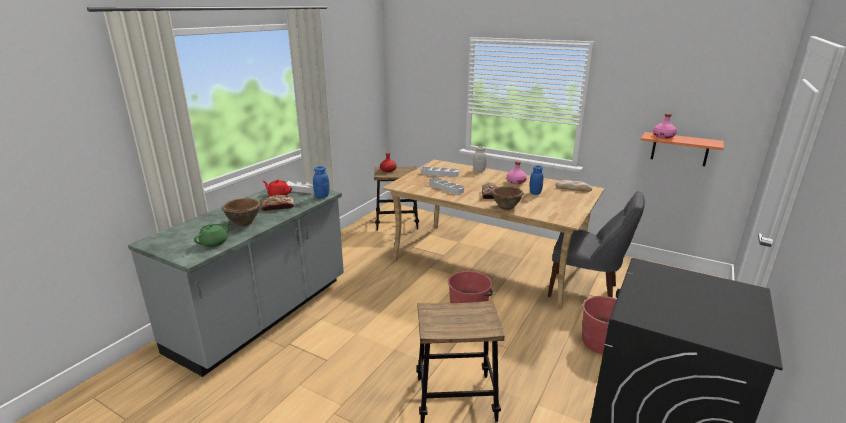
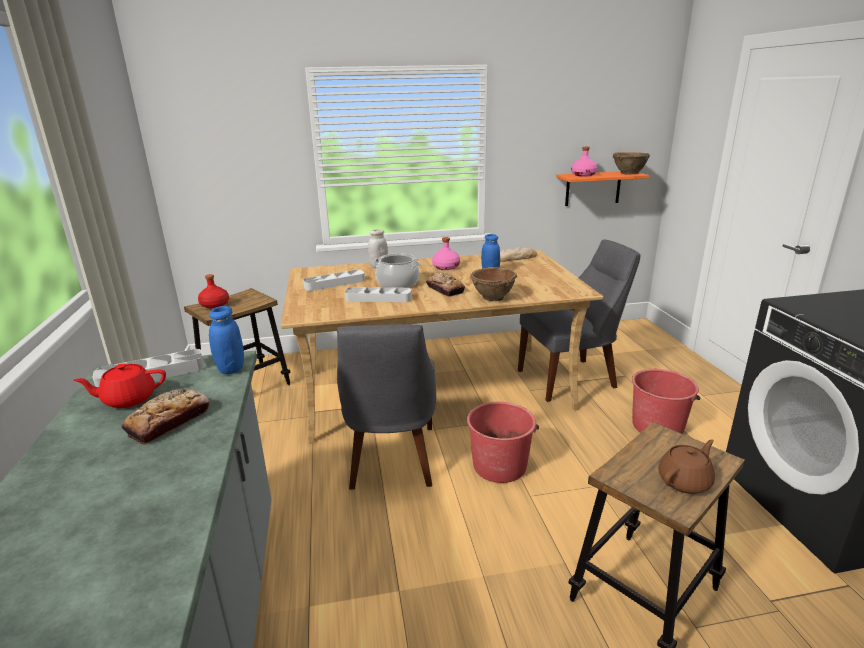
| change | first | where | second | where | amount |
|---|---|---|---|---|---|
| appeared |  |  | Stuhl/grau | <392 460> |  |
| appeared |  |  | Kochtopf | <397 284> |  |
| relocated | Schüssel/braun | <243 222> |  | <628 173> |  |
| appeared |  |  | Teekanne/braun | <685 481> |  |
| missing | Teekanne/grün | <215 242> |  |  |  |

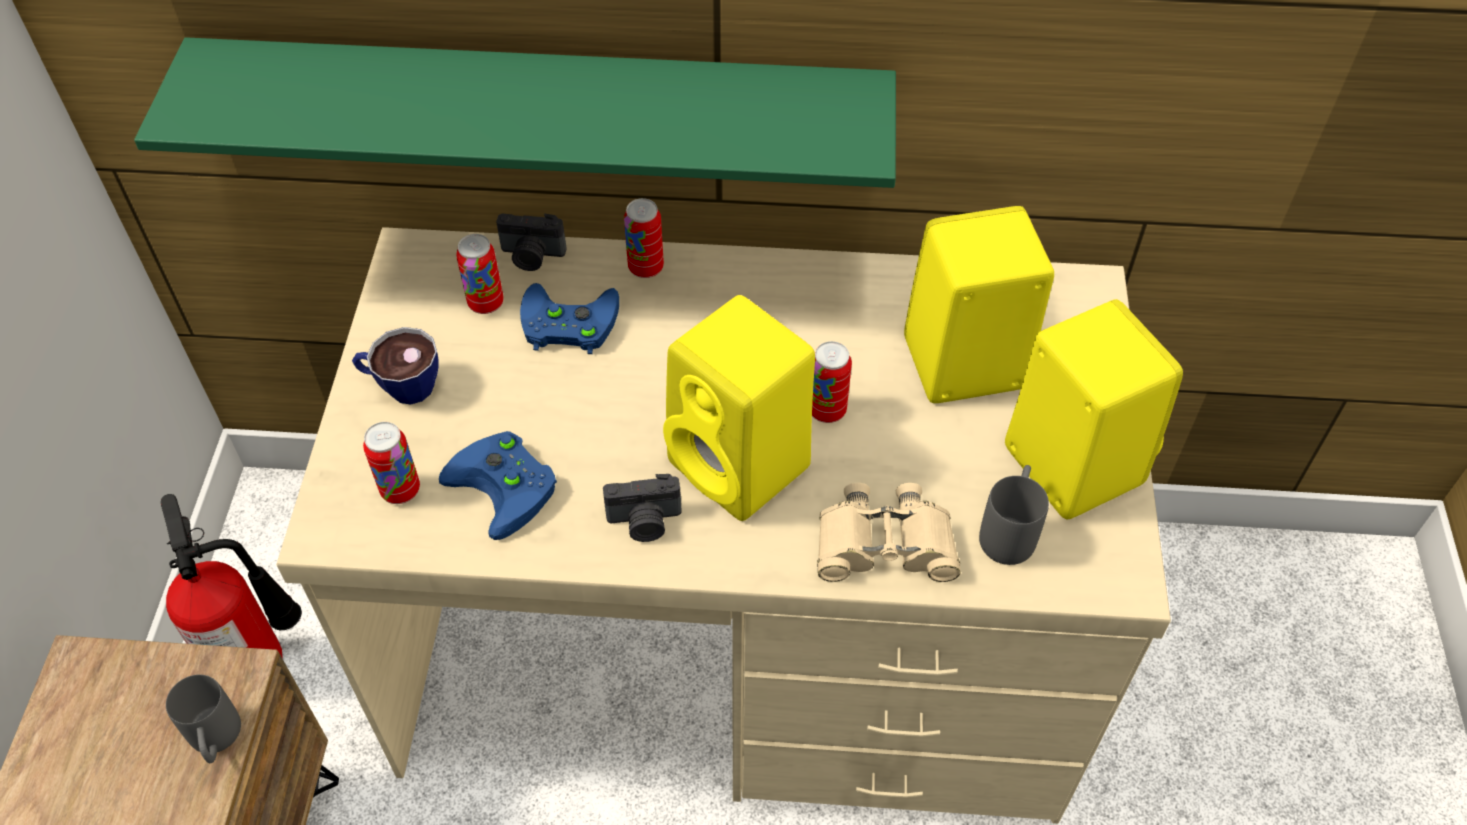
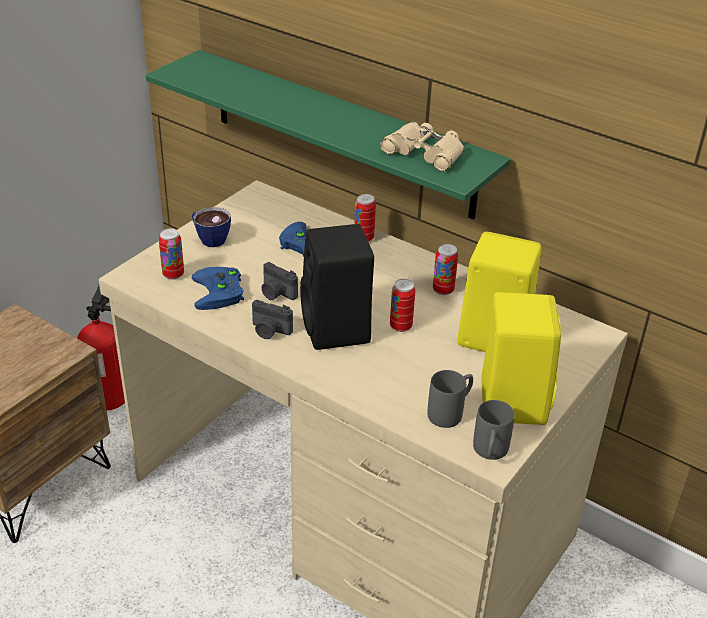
| change | first | where | second | where | amount |
|---|---|---|---|---|---|
| relocated | Kamera | <532 256> |  | <276 293> |  |
| colour | Lautsprecher/gelb | <743 466> | Lautsprecher/schwarz | <337 330> |  |
| relocated | Fernglas/beige | <884 544> |  | <424 153> |  |
| relocated | Dose | <486 303> |  | <443 290> |  |
| relocated | Henkelbecher/grau | <216 741> |  | <489 453> |  |

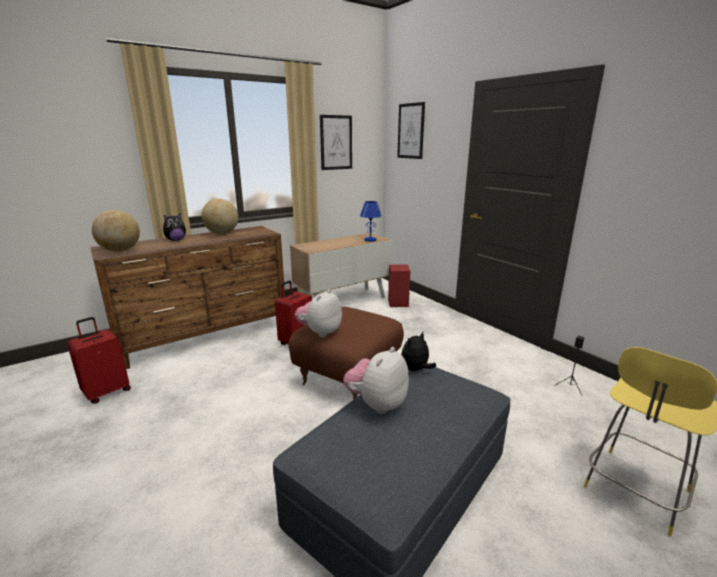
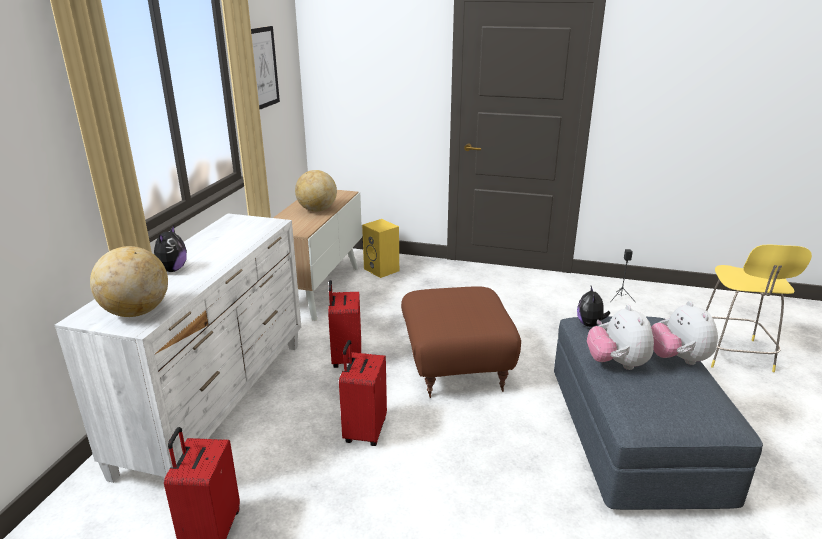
| change | first | where | second | where | amount |
|---|---|---|---|---|---|
| colour | Kommode/braun | <206 337> | Kommode/weiß | <219 403> |  |
| relocated | Globus | <222 233> |  | <317 210> |  |
| appeared |  |  | Koffer/rot | <364 431> |  |
| colour | Lautsprecher/rot | <398 303> | Lautsprecher/gelb | <382 270> |  |
| relocated | Plüschtier | <320 332> |  | <678 359> |  |
| missing | Tischlampe/blau | <370 240> |  |  |  |
| missing | Bild | <410 131> |  |  |  |

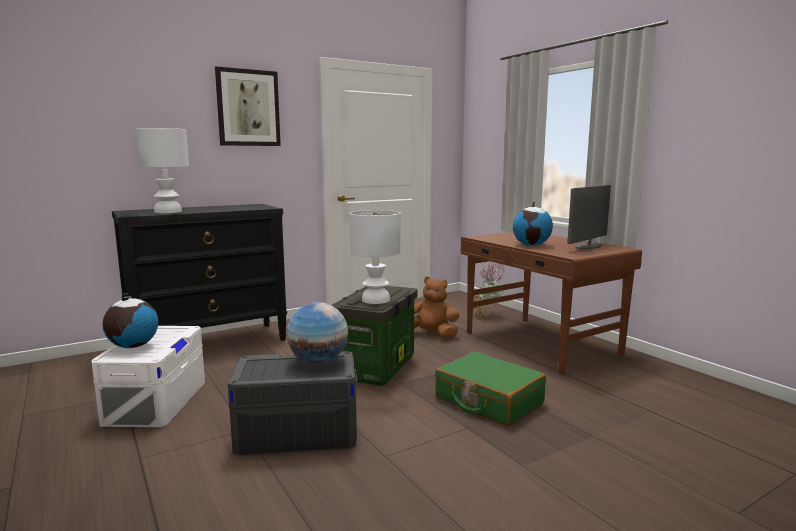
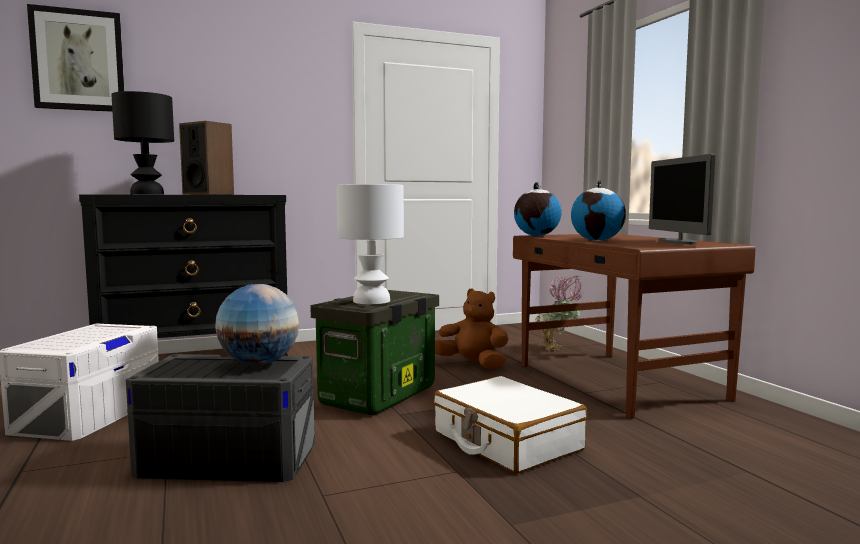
| change | first | where | second | where | amount |
|---|---|---|---|---|---|
| relocated | Bild | <248 108> |  | <78 60> |  |
| colour | Tischlampe/weiß | <168 211> | Tischlampe/schwarz | <147 194> |  |
| appeared |  |  | Lautsprecher | <208 194> |  |
| colour | Koffer/grün | <488 401> | Koffer/weiß | <506 441> |  |
| relocated | Globus | <132 346> |  | <536 235> |  |
| spun | Monitor | <588 246> |  | <677 242> | 60 degrees counterclockwise |

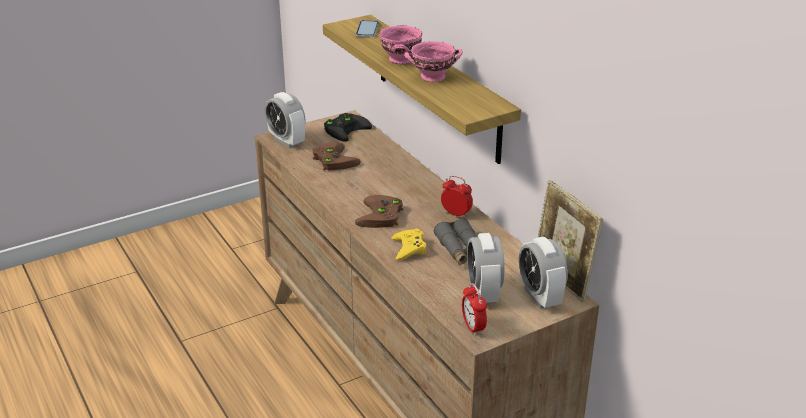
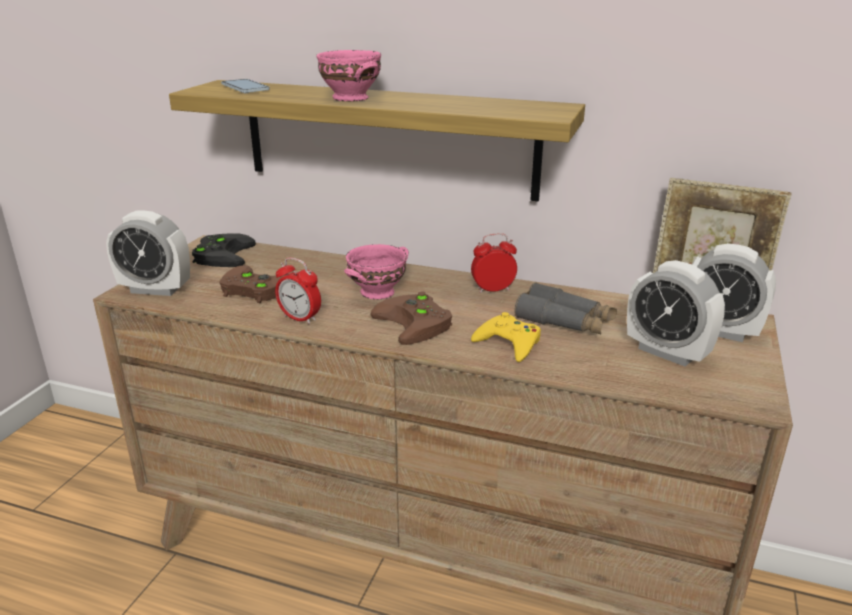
| change | first | where | second | where | amount |
|---|---|---|---|---|---|
| relocated | Wecker | <473 327> |  | <300 318> |  |
| relocated | Schüssel/rosa | <434 77> |  | <379 292> |  |

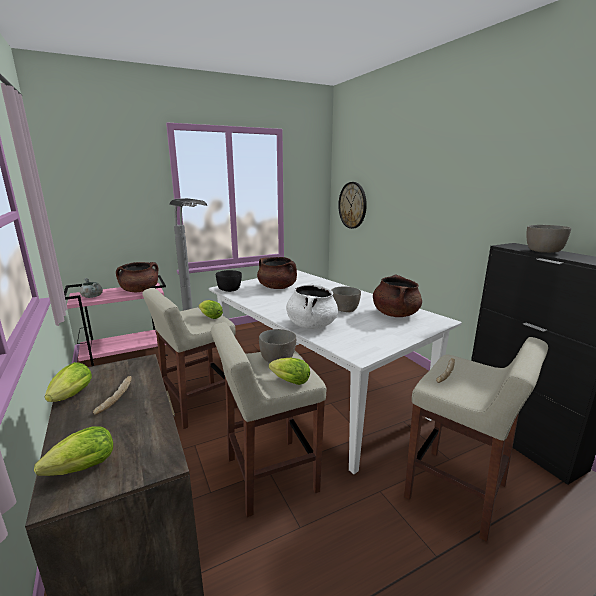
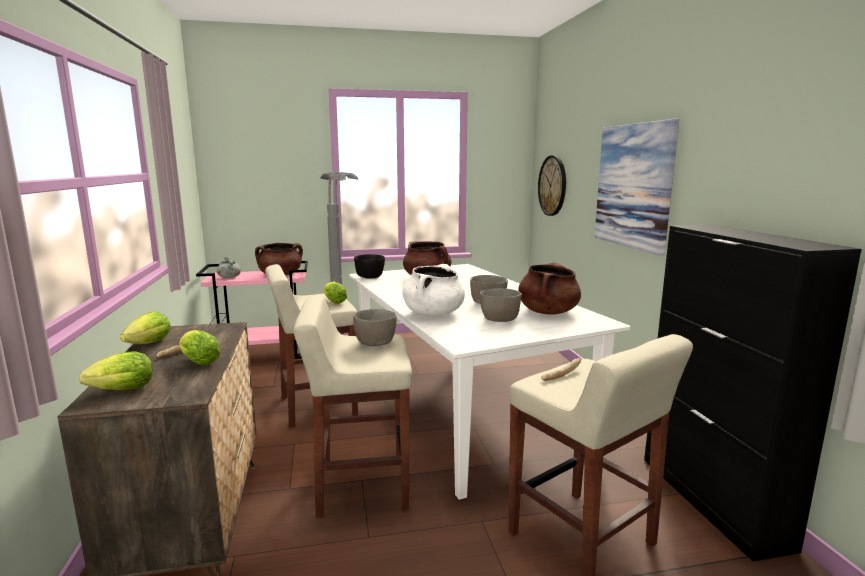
| change | first | where | second | where | amount |
|---|---|---|---|---|---|
| relocated | Salatkopf | <288 381> |  | <198 361> |  |
| relocated | Schüssel/grau | <543 251> |  | <499 319> |  |
| appeared |  |  | Bild | <633 186> |  |

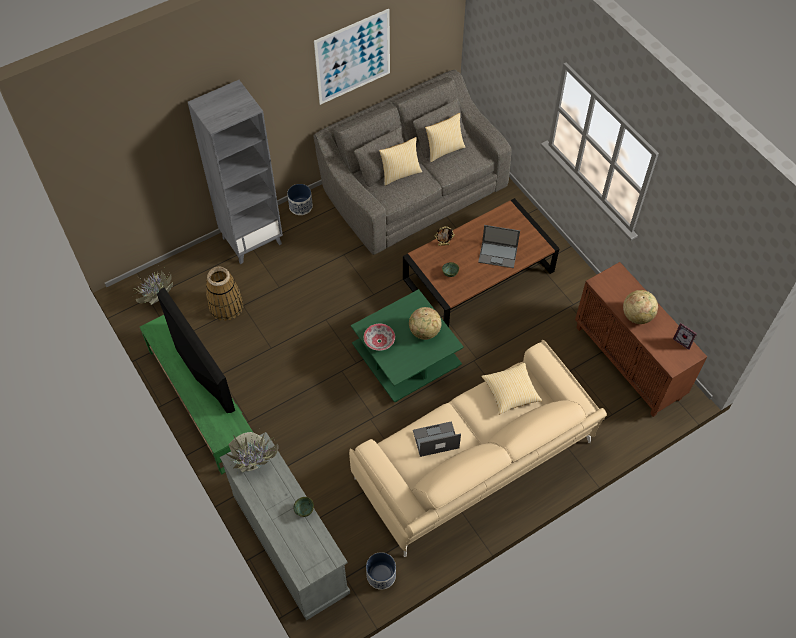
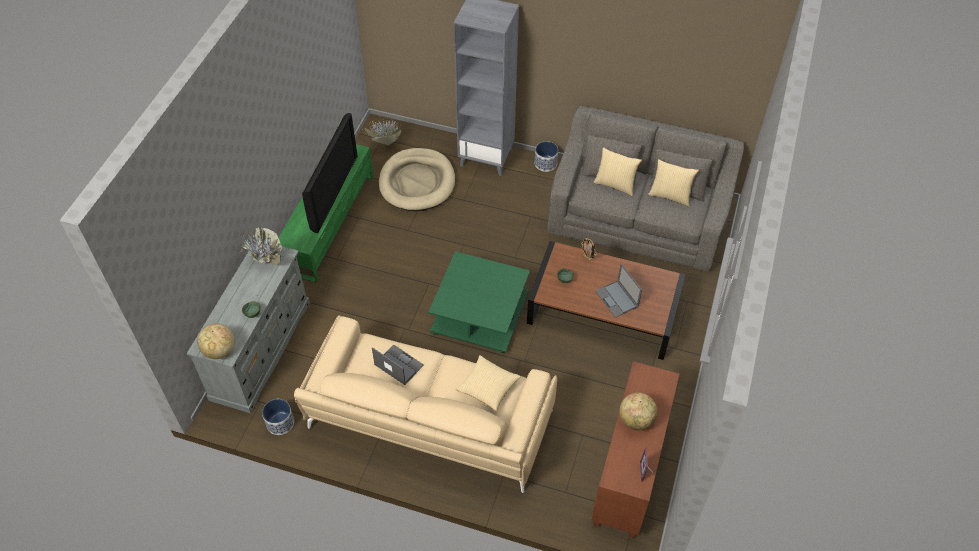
| change | first | where | second | where | amount |
|---|---|---|---|---|---|
| relocated | Globus | <424 332> |  | <219 351> |  |
| exchanged | Korb | <226 306> | Hundebett/beige | <417 182> |  |
| missing | Bild | <353 57> |  |  |  |
| missing | Schüssel | <379 341> |  |  |  |

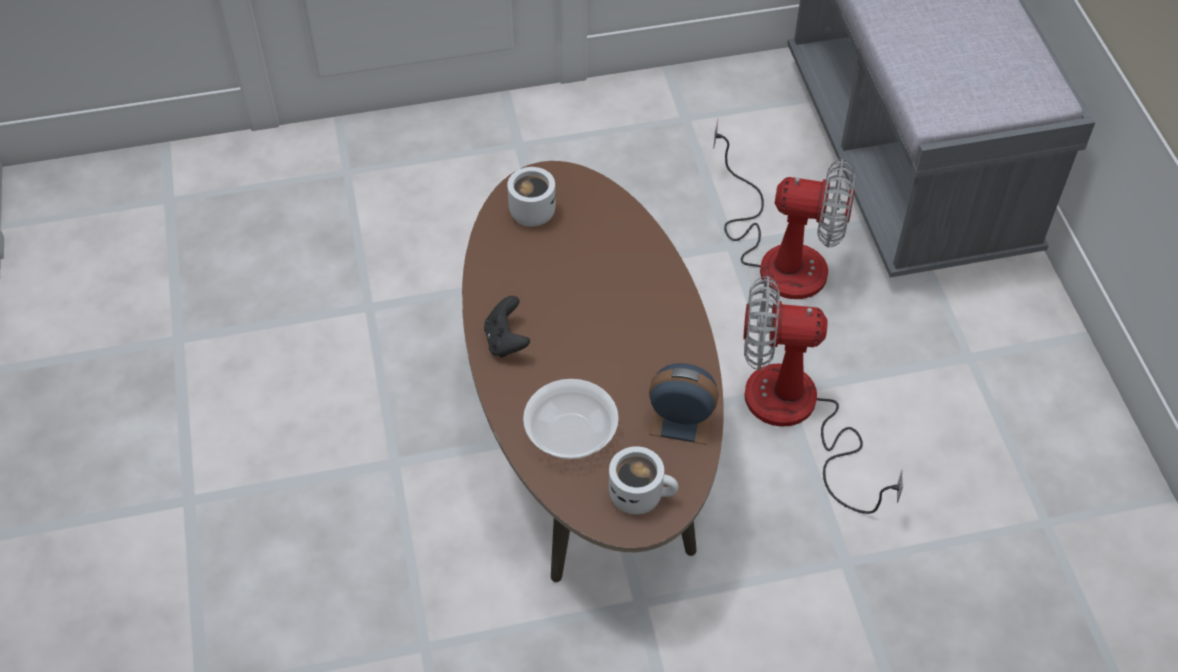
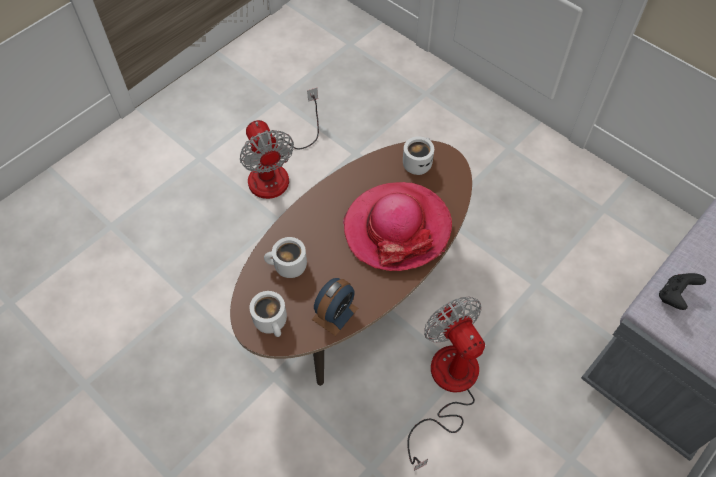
| change | first | where | second | where | amount |
|---|---|---|---|---|---|
| relocated | Ventilator | <780 254> |  | <277 170> |  |
| exchanged | Schüssel | <570 434> | Henkelbecher/weiß | <287 267> |  |
| spun | Wecker | <681 420> |  | <335 314> | 60 degrees clockwise |
| appeared |  |  | Hut | <397 228> |  |
| relocated | Gamepad/schwarz | <506 341> |  | <674 296> |  |

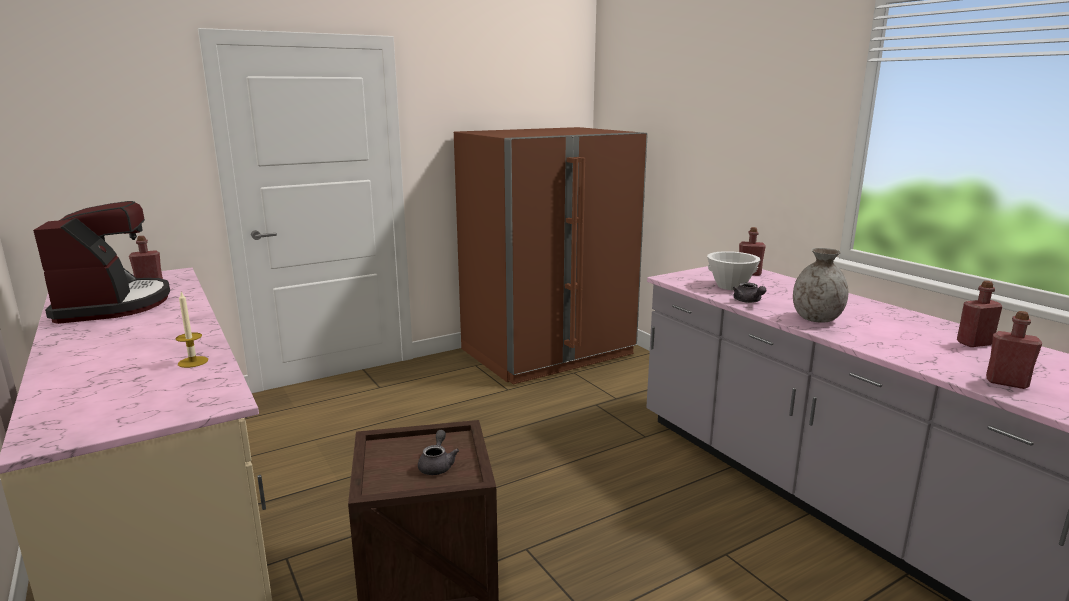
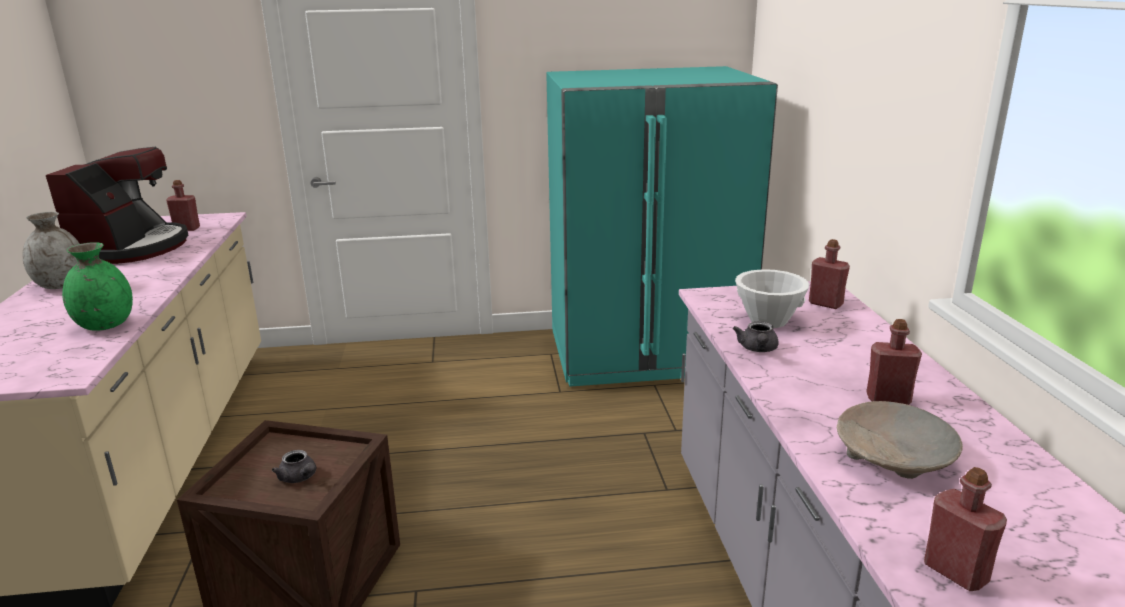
| change | first | where | second | where | amount |
|---|---|---|---|---|---|
| relocated | Vase/grau | <816 319> |  | <62 285> |  |
| exchanged | Kerze | <193 362> | Vase/grün | <105 325> |  |
| spun | Teekanne/grau | <437 465> |  | <299 478> | 105 degrees clockwise |
| colour | Kühlschrank/braun | <548 353> | Kühlschrank/türkis | <646 353> |  |
| appeared |  |  | Schüssel/beige | <894 458> |  |
| relocated | Flasche/rot | <974 343> |  | <888 399> |  |

